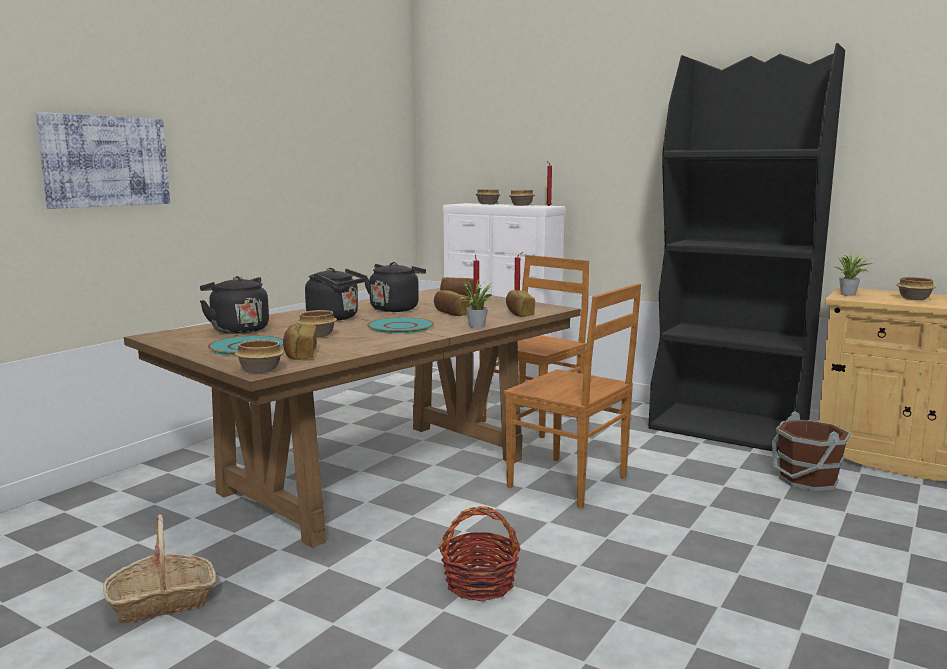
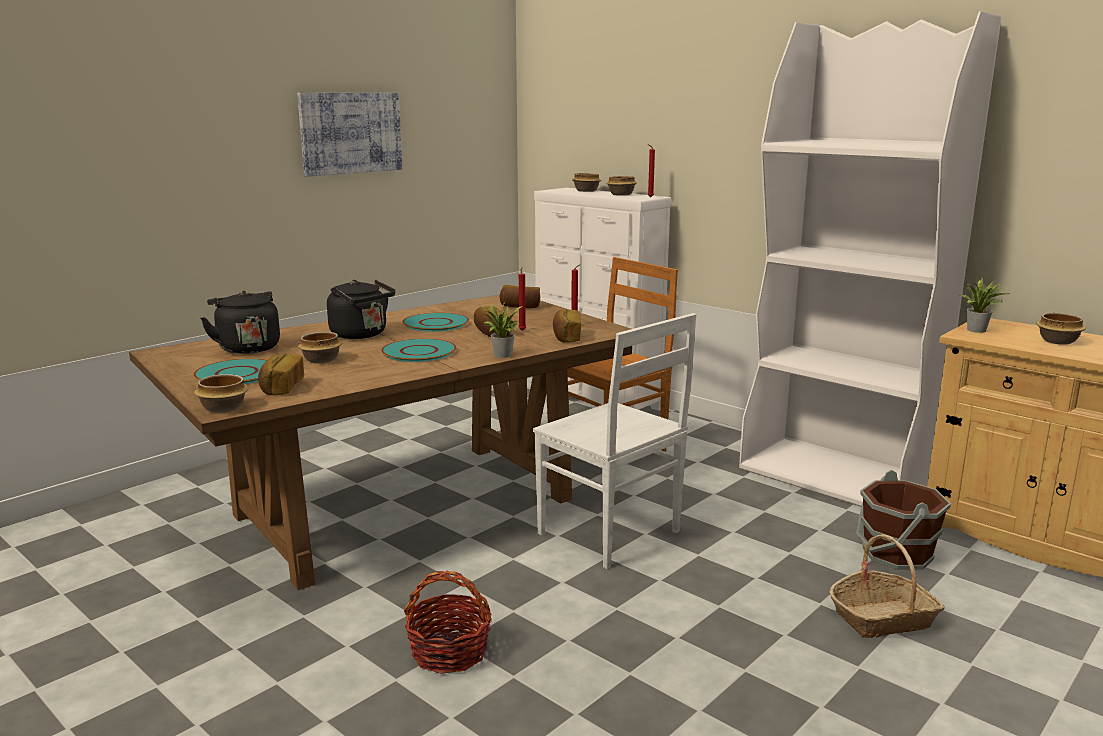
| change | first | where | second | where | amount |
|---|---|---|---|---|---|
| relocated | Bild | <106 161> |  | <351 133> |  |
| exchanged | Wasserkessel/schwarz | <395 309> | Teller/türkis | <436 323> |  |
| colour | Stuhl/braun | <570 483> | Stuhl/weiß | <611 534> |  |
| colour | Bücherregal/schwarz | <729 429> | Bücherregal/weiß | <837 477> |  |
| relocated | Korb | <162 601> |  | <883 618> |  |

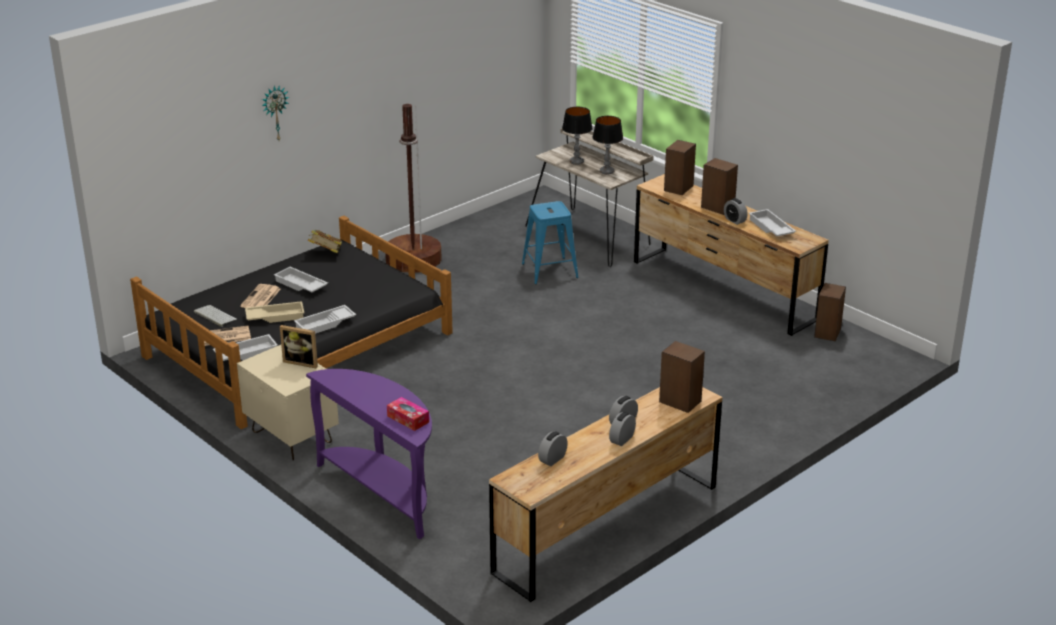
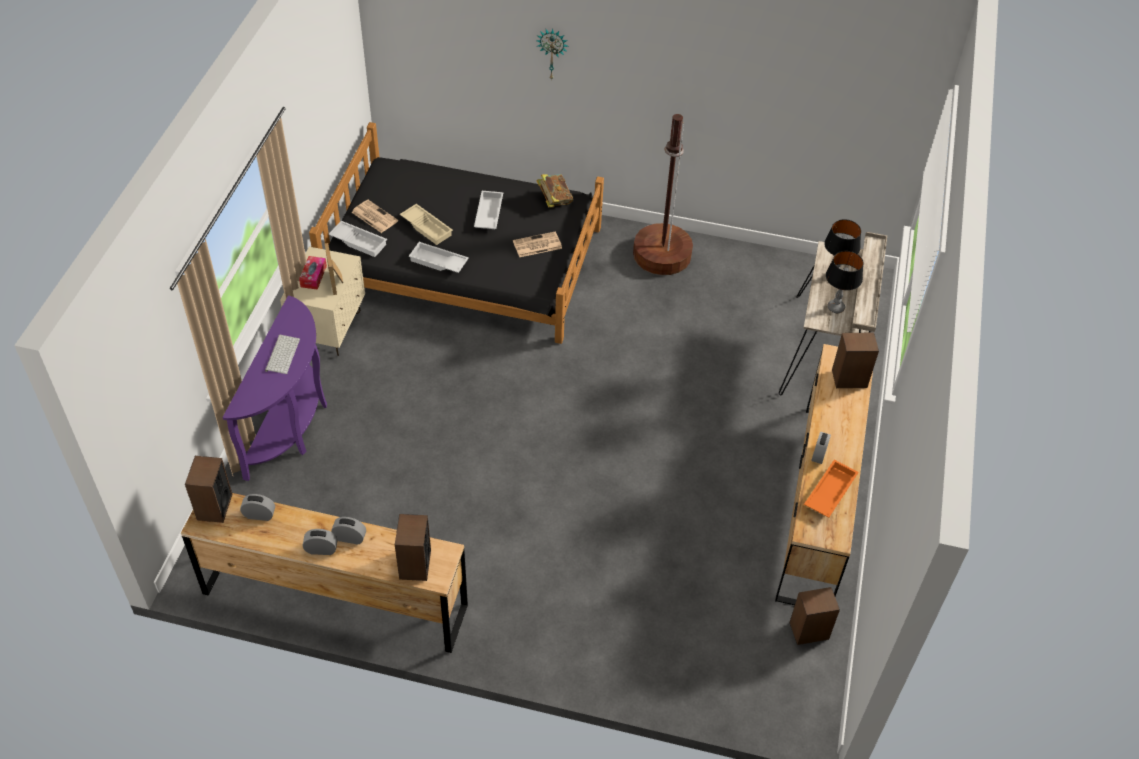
| change | first | where | second | where | amount |
|---|---|---|---|---|---|
| relocated | Lautsprecher | <717 207> |  | <214 507> |  |
| relocated | Tastatur | <214 316> |  | <282 354> |  |
| relocated | Taschentuchbox | <408 419> |  | <313 276> |  |
| relocated | Zeitung | <260 298> |  | <536 245> |  |
| colour | Tablett/weiß | <770 228> | Tablett/orange | <829 492> |  |
| missing | Hocker/blau | <550 271> |  |  |  |

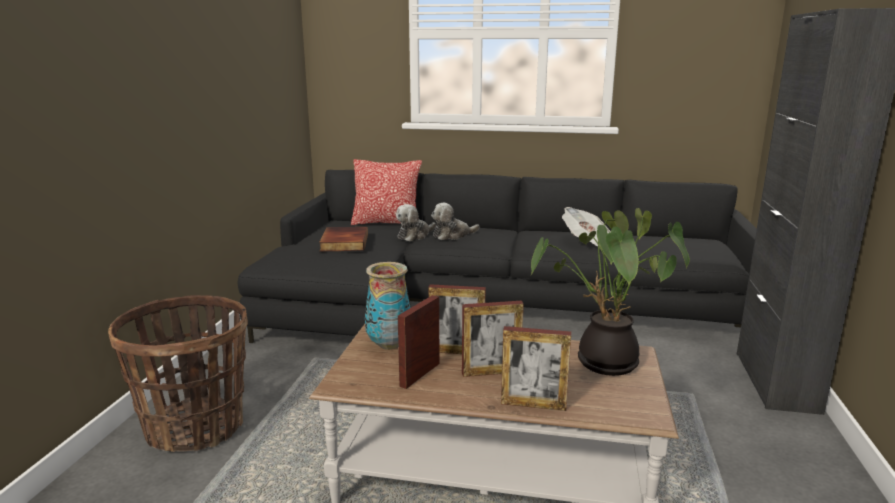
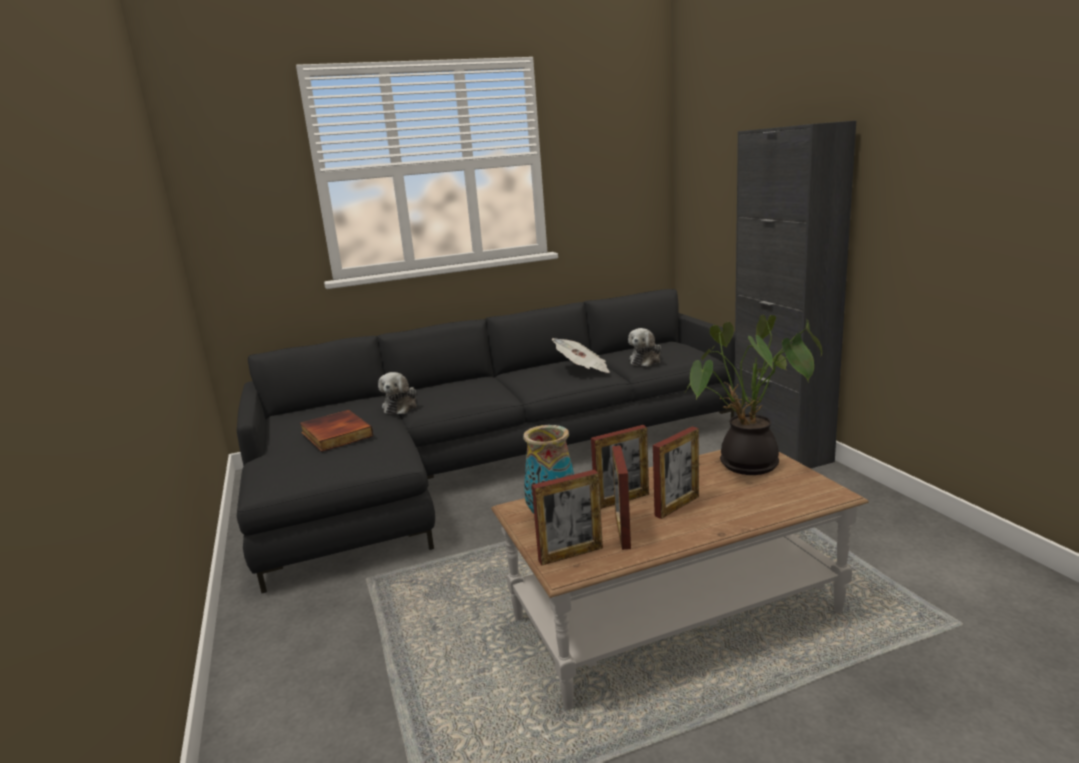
| change | first | where | second | where | amount |
|---|---|---|---|---|---|
| relocated | Bilderrahmen | <533 405> |  | <570 554> |  |
| relocated | Plüschtier | <452 235> |  | <646 360> |  |
| missing | Korb | <195 427> |  |  |  |
| missing | Kissen | <387 223> |  |  |  |

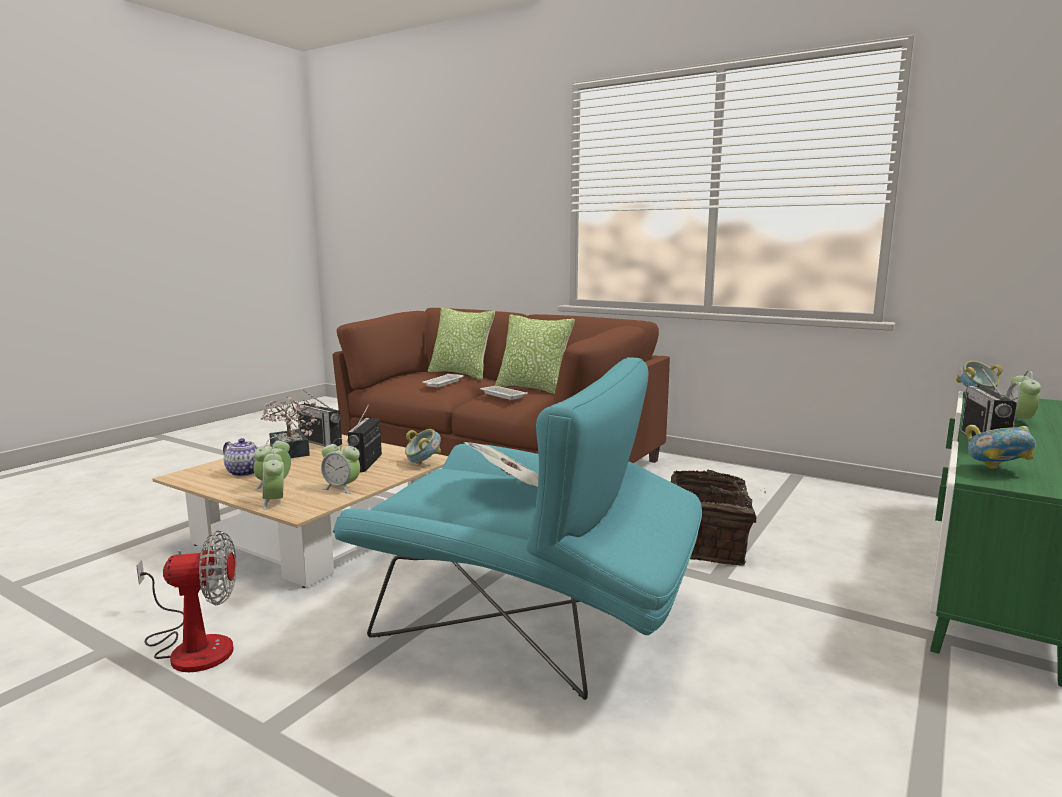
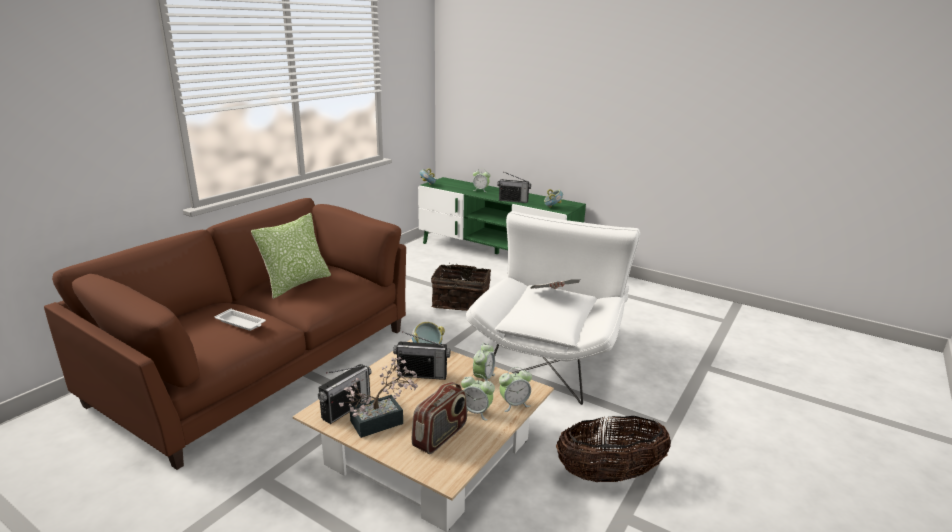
| change | first | where | second | where | amount |
|---|---|---|---|---|---|
| exchanged | Teekanne | <245 472> | Radio | <440 436> |  |
| colour | Sessel/türkis | <533 620> | Sessel/weiß | <552 355> |  |
| exchanged | Ventilator | <192 646> | Korb | <609 474> |  |
| missing | Kissen | <460 374> |  |  |  |
| missing | Tablett/weiß | <502 395> |  |  |  |

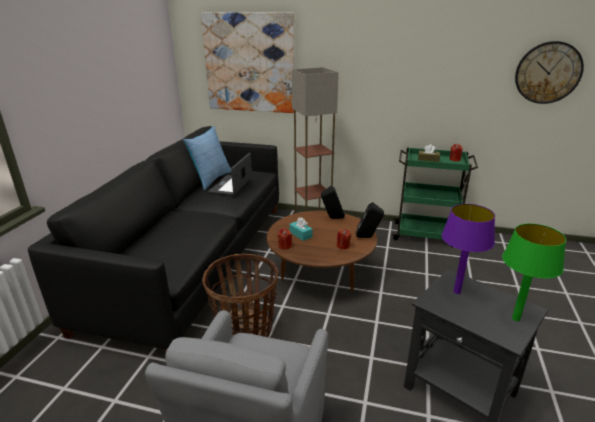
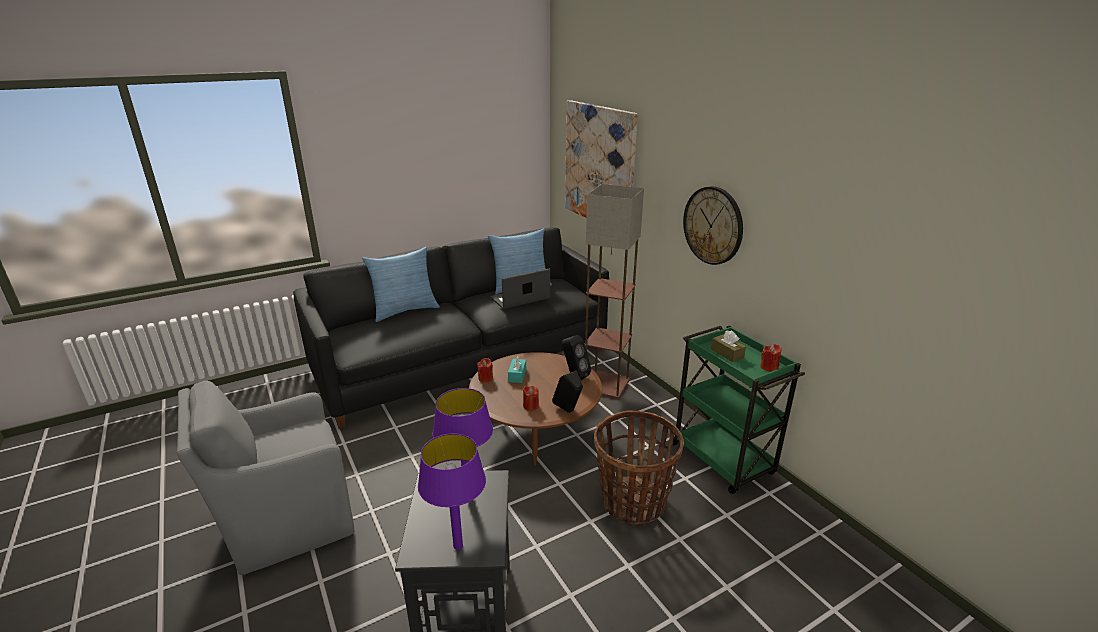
| change | first | where | second | where | amount |
|---|---|---|---|---|---|
| appeared |  |  | Kissen | <404 310> |  |
| colour | Tischlampe/grün | <516 318> | Tischlampe/lila | <458 546> |  |
| relocated | Korb | <245 331> |  | <633 502> |  |
| relocated | Wanduhr | <548 73> |  | <713 225> |  |

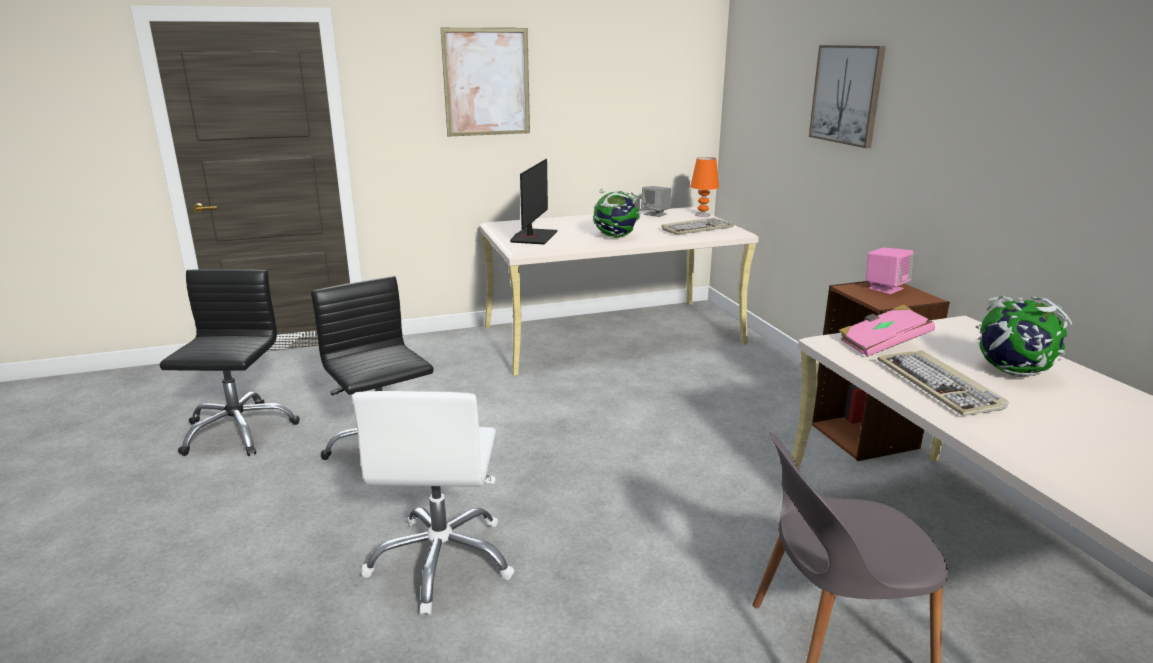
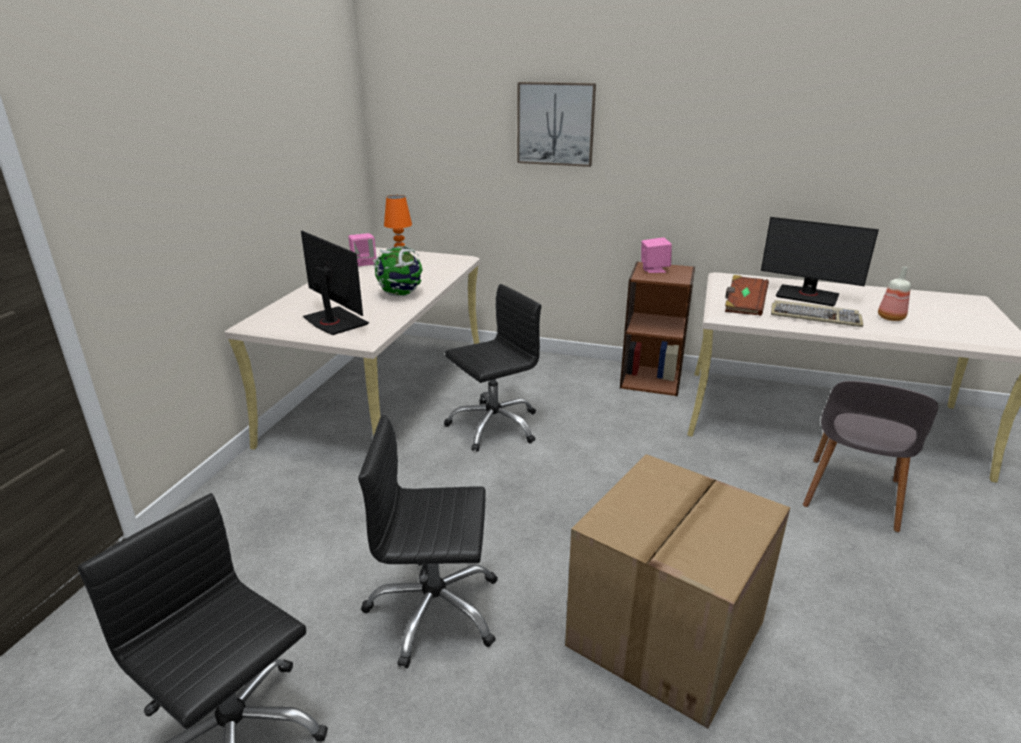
| change | first | where | second | where | amount |
|---|---|---|---|---|---|
| colour | Lautsprecher/grau | <655 214> | Lautsprecher/rosa | <363 263> |  |
| appeared |  |  | Bürostuhl/schwarz | <493 425> |  |
| exchanged | Bürostuhl/weiß | <442 561> | Karton | <667 636> |  |
| colour | Buch/rosa | <882 345> | Buch/braun | <743 306> |  |
| exchanged | Globus | <1012 372> | Monitor | <807 296> |  |
| appeared |  |  | Flasche | <891 318> |  |
| missing | Bild | <486 82> |  |  |  |
| missing | Tastatur | <697 229> |  |  |  |

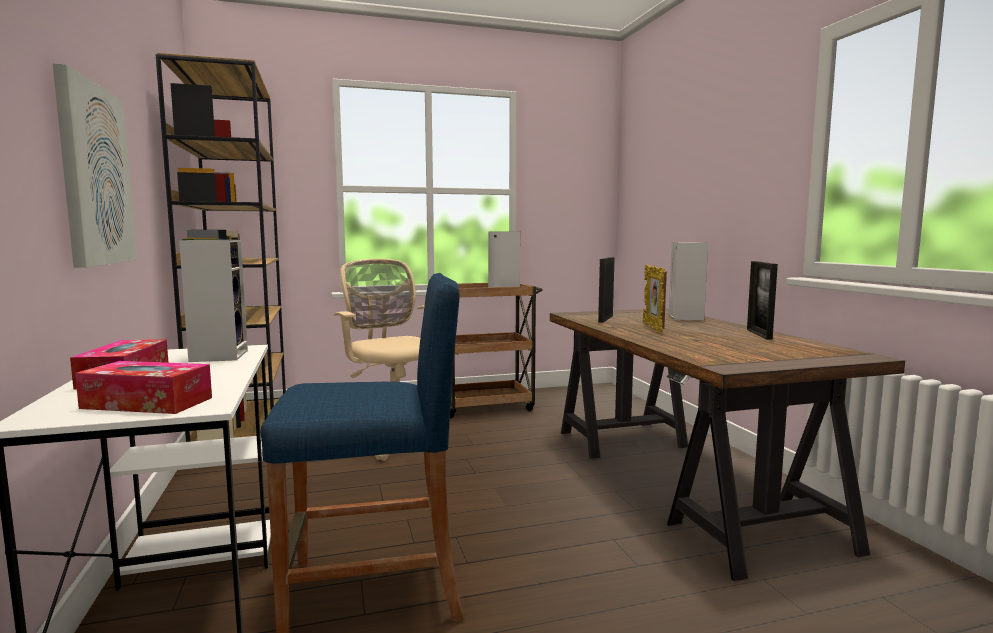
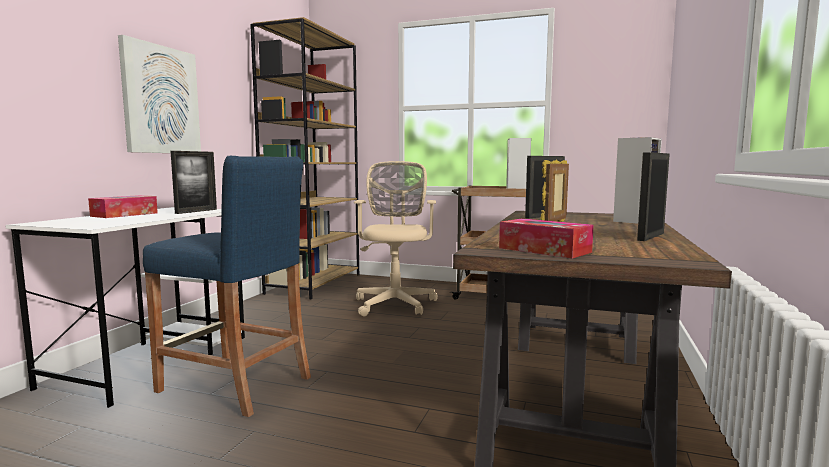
| change | first | where | second | where | amount |
|---|---|---|---|---|---|
| exchanged | Lautsprecher | <218 355> | Bilderrahmen | <196 211> |  |
| relocated | Taschentuchbox | <147 403> |  | <544 250> |  |

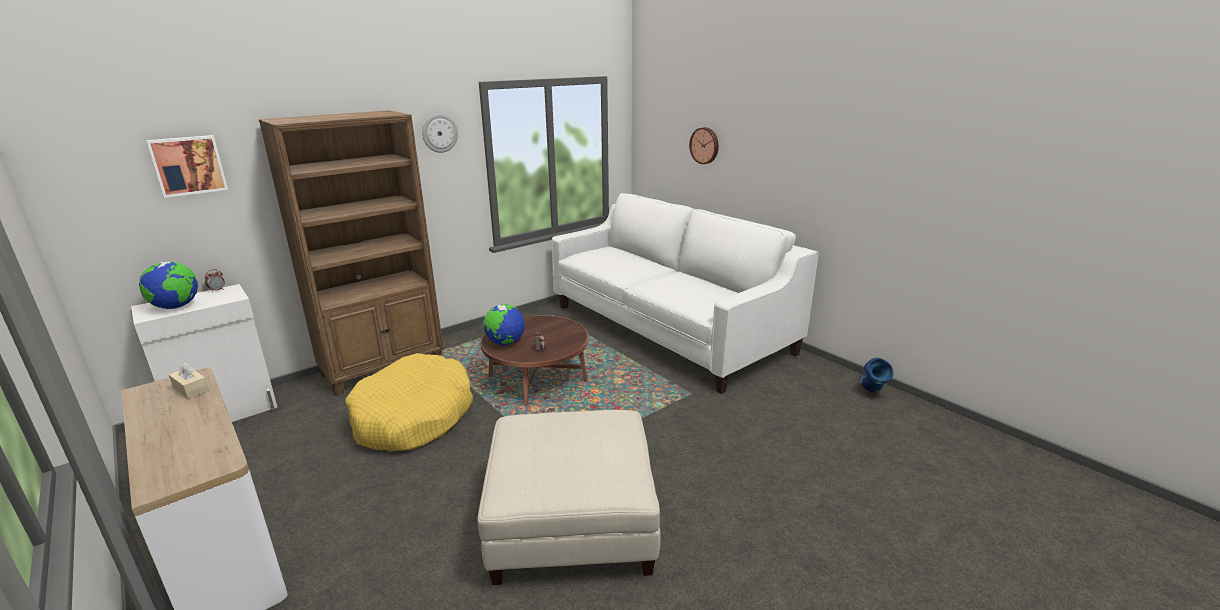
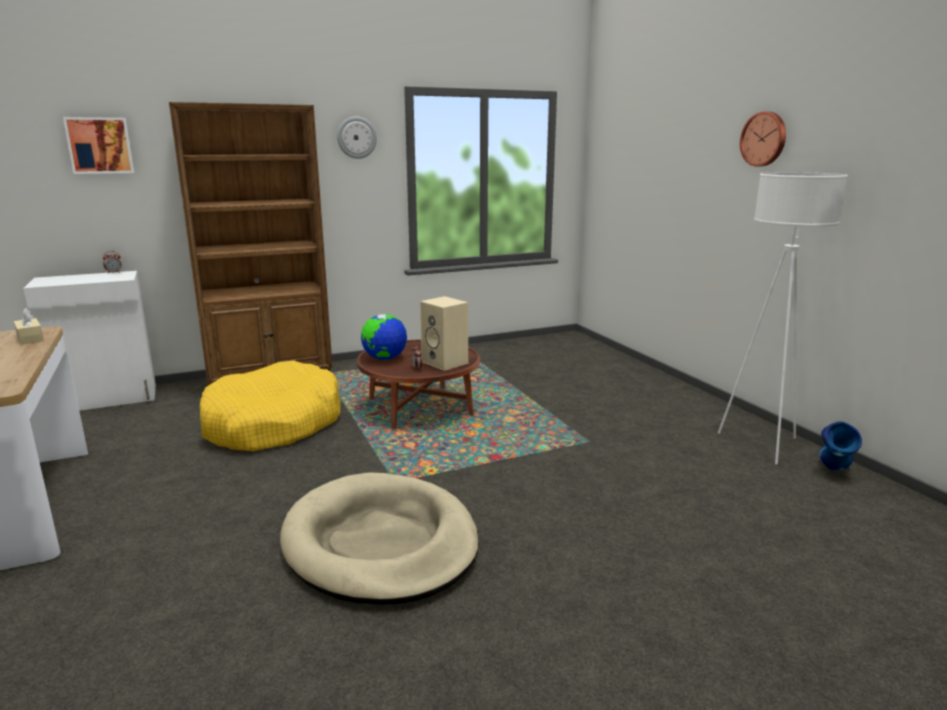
| change | first | where | second | where | amount |
|---|---|---|---|---|---|
| exchanged | Polsterhocker/beige | <573 522> | Hundebett/beige | <381 543> |  |
| appeared |  |  | Lautsprecher/beige | <446 362> |  |
| appeared |  |  | Stehlampe/weiß | <762 444> |  |
| relocated | Wanduhr | <705 145> |  | <764 139> |  |
| missing | Globus | <176 307> |  |  |  |
| missing | Sofa/weiß | <667 328> |  |  |  |

